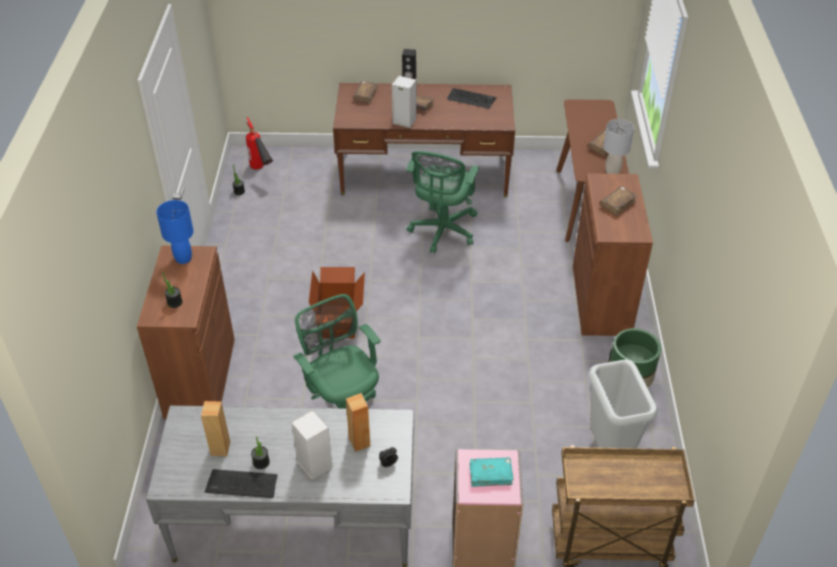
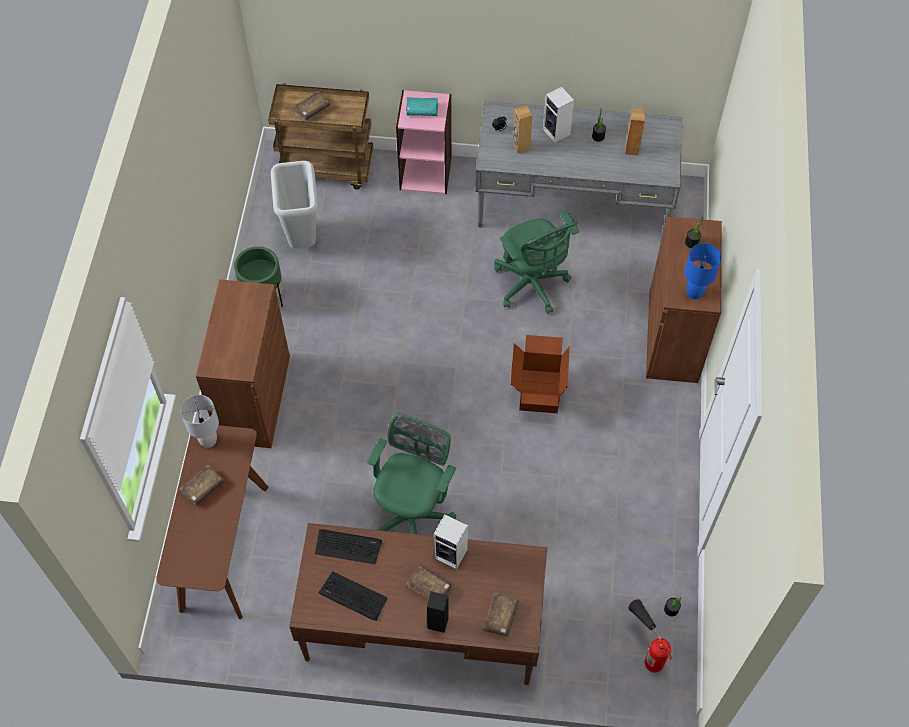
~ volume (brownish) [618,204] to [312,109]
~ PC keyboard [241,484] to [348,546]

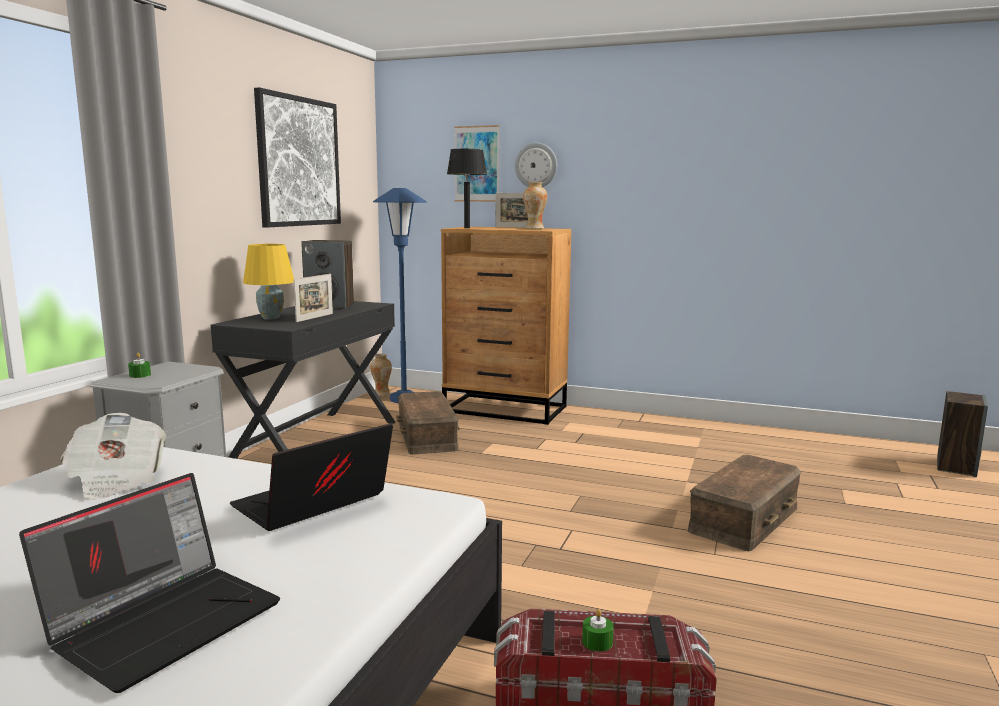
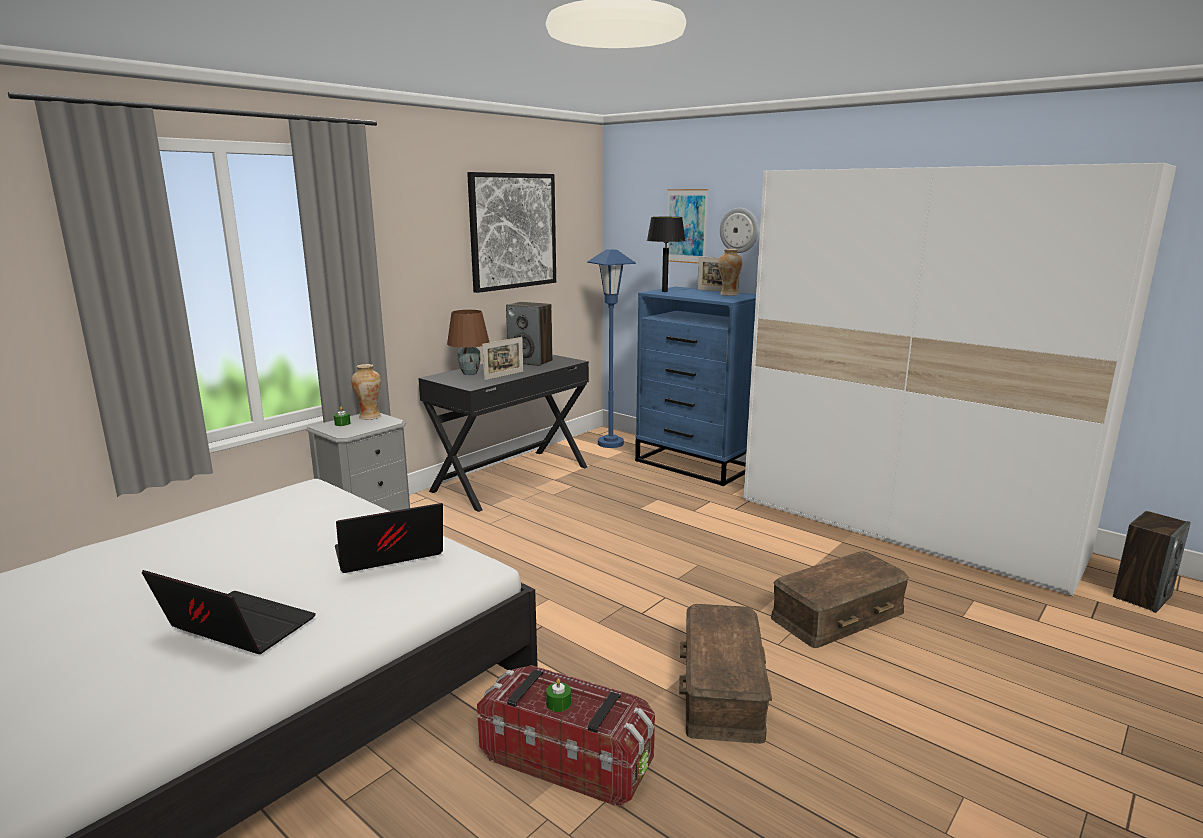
~ drawer chest (brownish) [506,409] to drawer chest (blue) [695,465]
~ lamp for a table (yellowish) [271,318] to lamp for a table (brownish) [469,373]
~ vase [381,394] to [369,417]
~ storage box (brownish) [428,436] to [723,689]
- printed paper [116,480]
~ notebook computer [165,620] = [235,629] 120 degrees counterclockwise
+ clothes cupboard (white-coloured) [904,526]

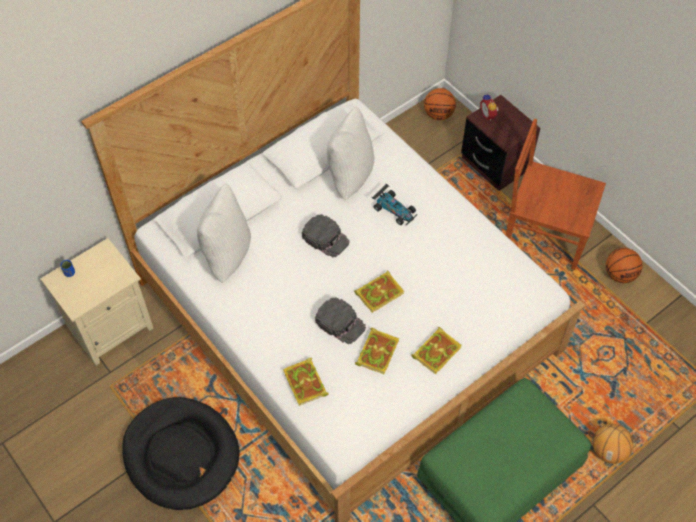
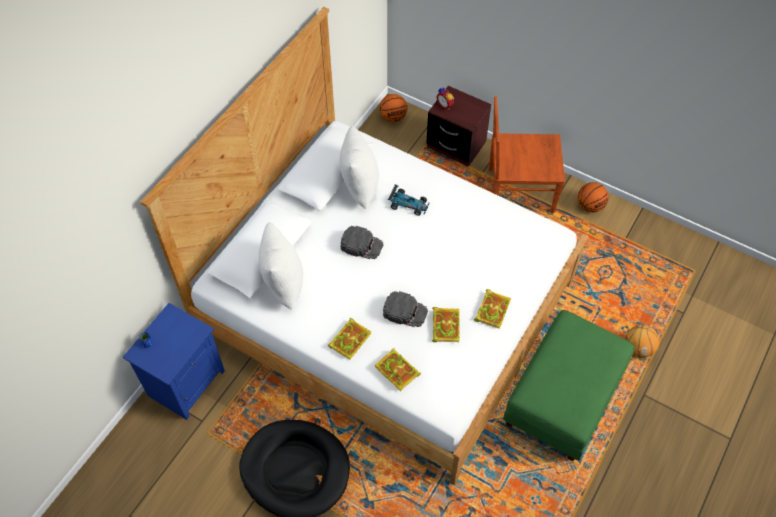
~ night table (beige) [111,327] to night table (blue) [186,381]
~ volume [380,292] to [350,339]

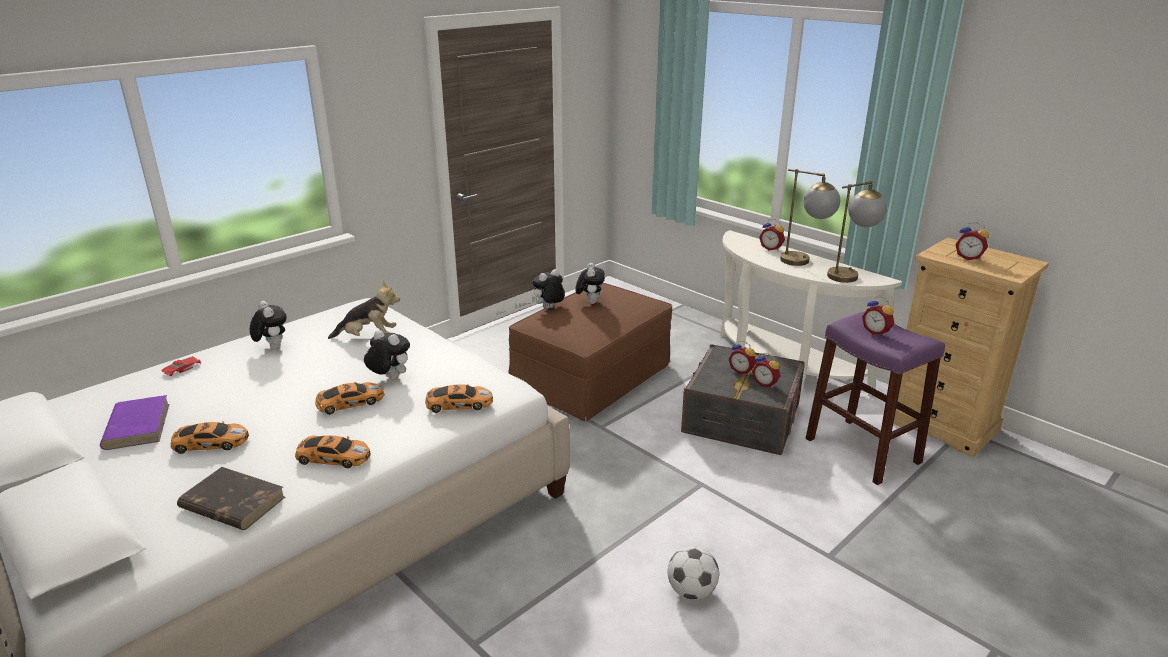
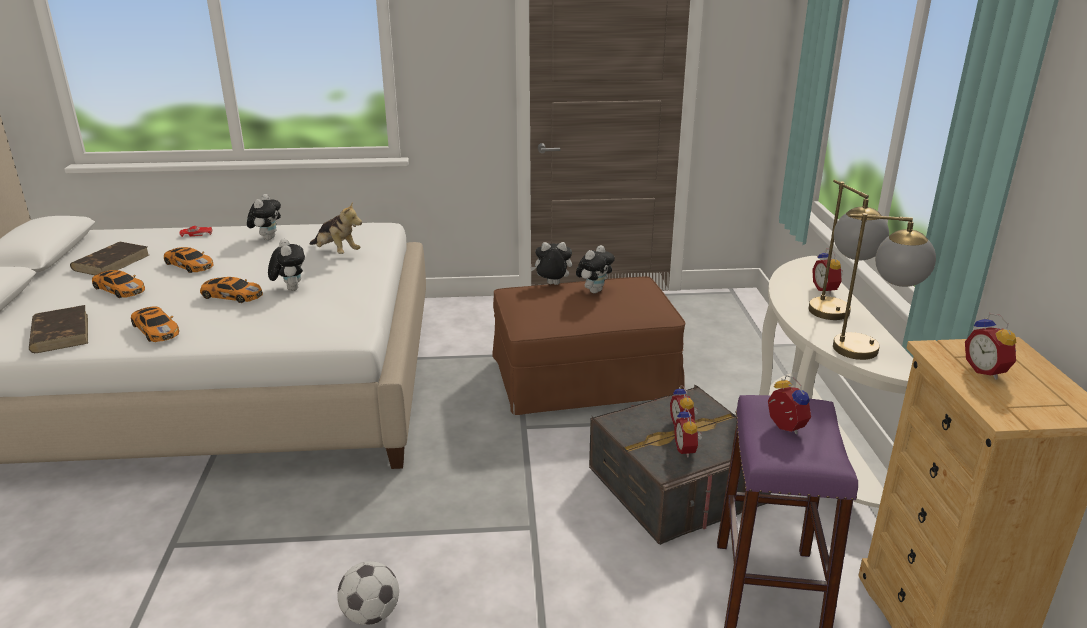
~ table clock [876,332] = [783,427] 150 degrees clockwise
~ model car [457,404] to [189,264]
~ volume (purplish) [137,426] to volume (brownish) [112,262]

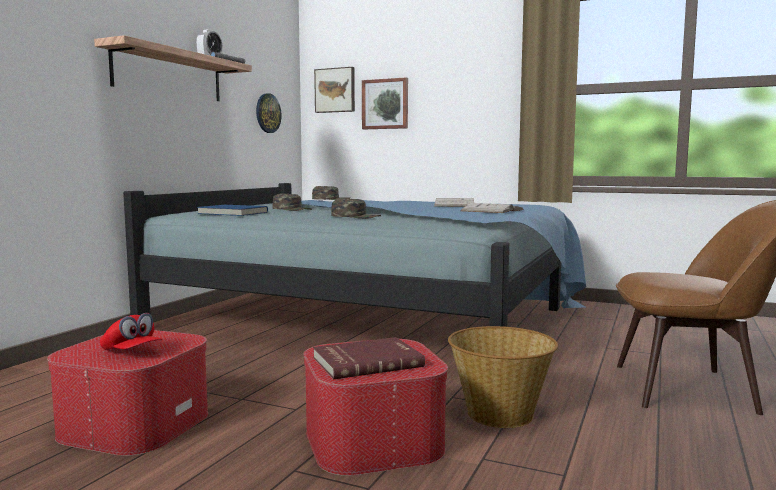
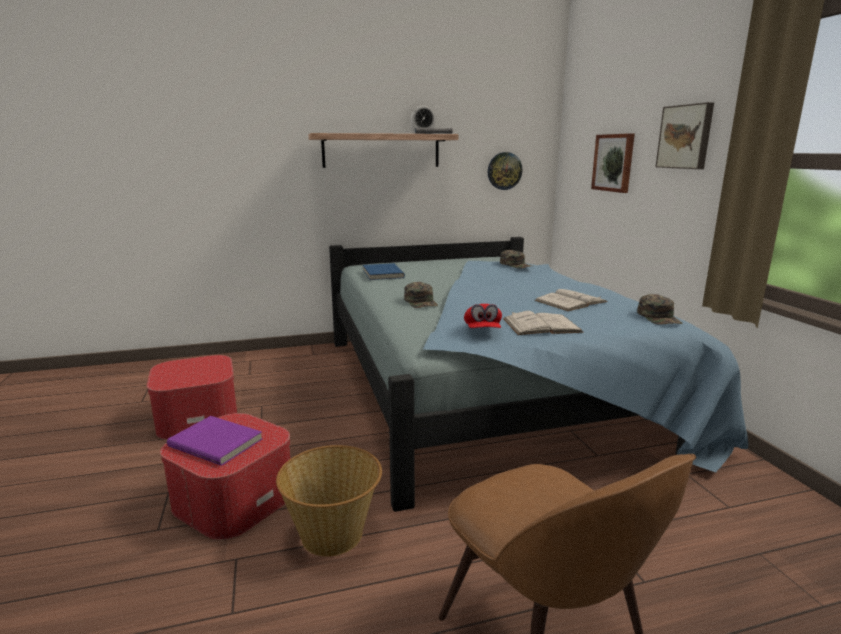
~ wall picture [335,90] to [686,137]
~ cap (green-coloured) [292,209] to [659,317]
~ cap (reddish) [132,352] to [482,331]
~ volume (reddish) [366,361] to volume (purplish) [217,442]

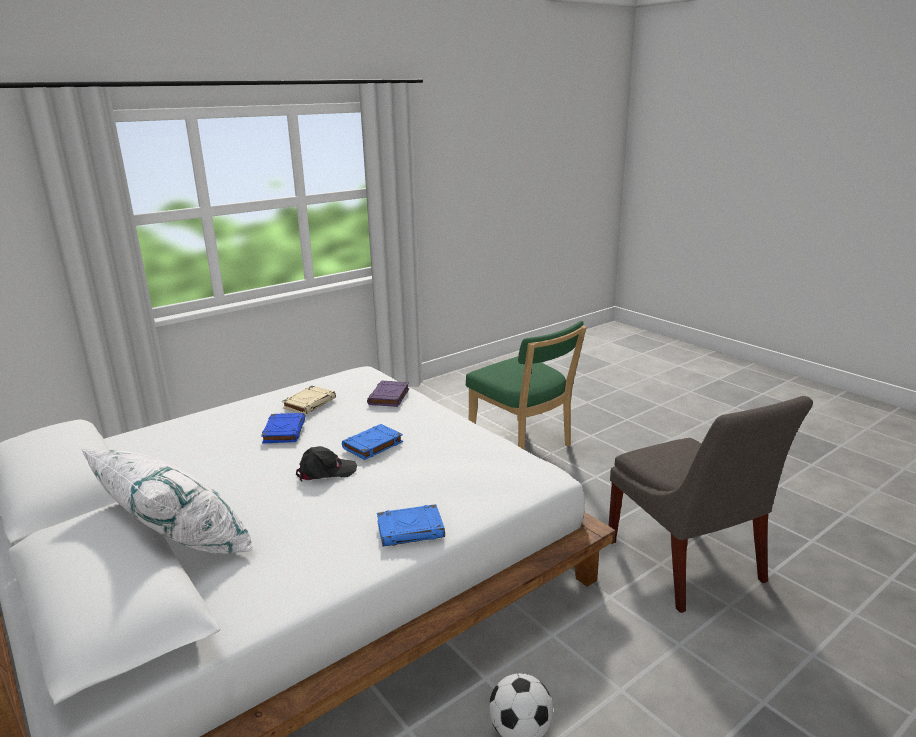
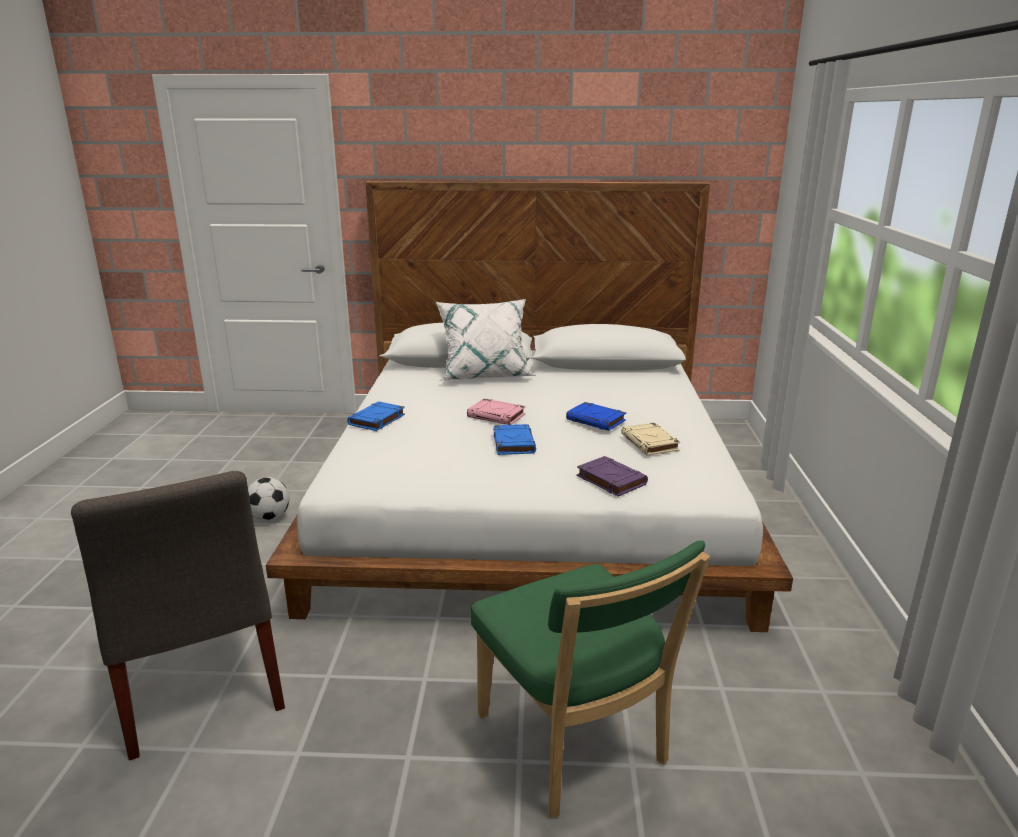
~ chair (green-coloured) [523,445] = [575,745] 120 degrees counterclockwise
~ chair (gray) [687,565] = [199,688] 135 degrees counterclockwise
~ cap (blackish) [325,471] to volume (pink) [497,416]

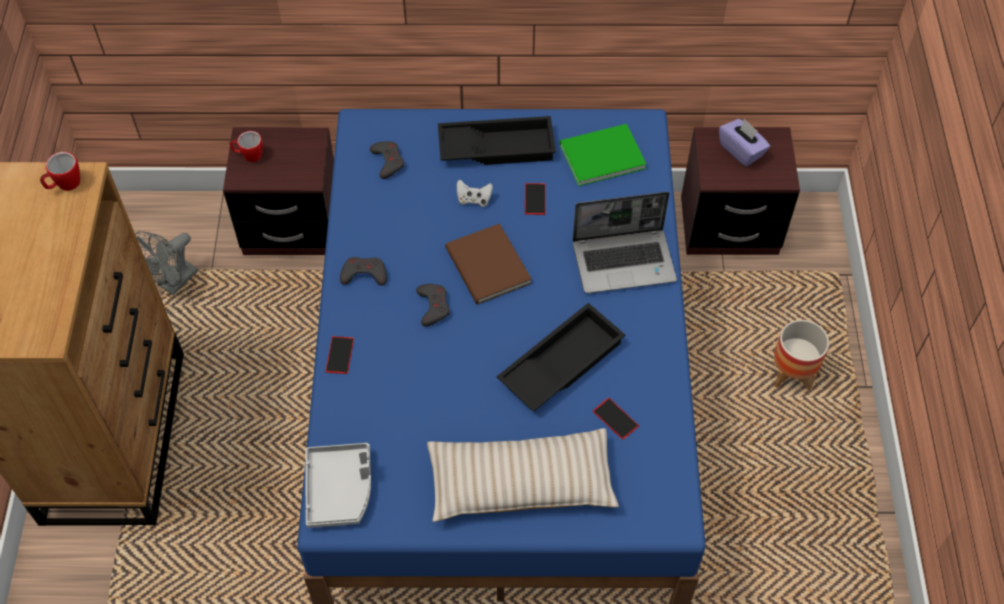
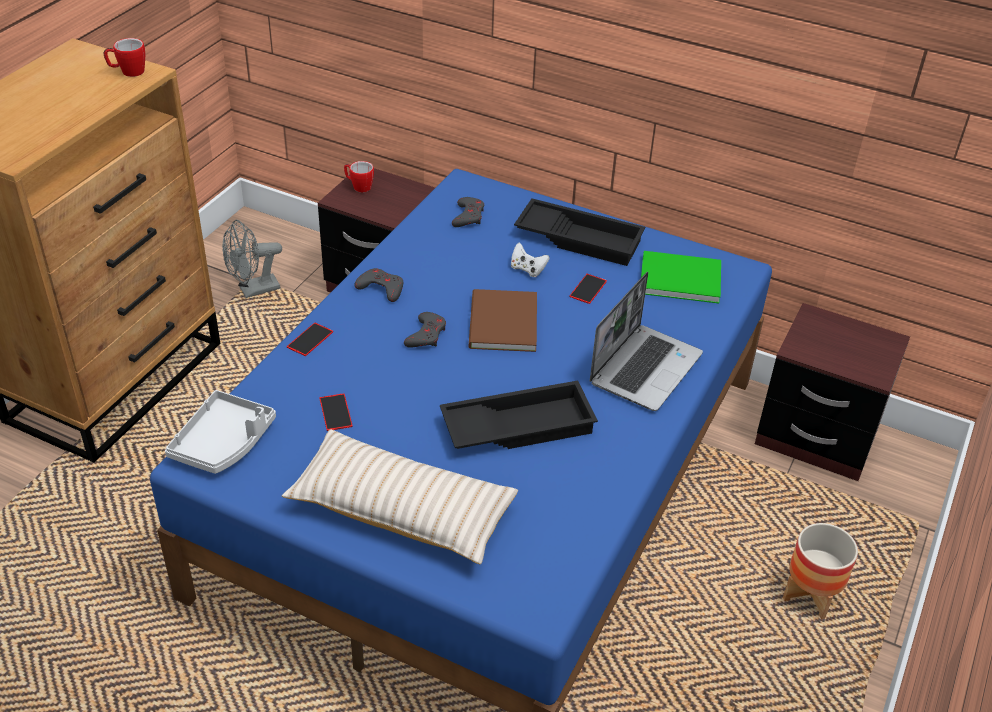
- tissue box (purplish) [741,150]
~ notebook computer [624,261] = [645,368] 75 degrees counterclockwise
~ telephone [615,418] to [335,412]

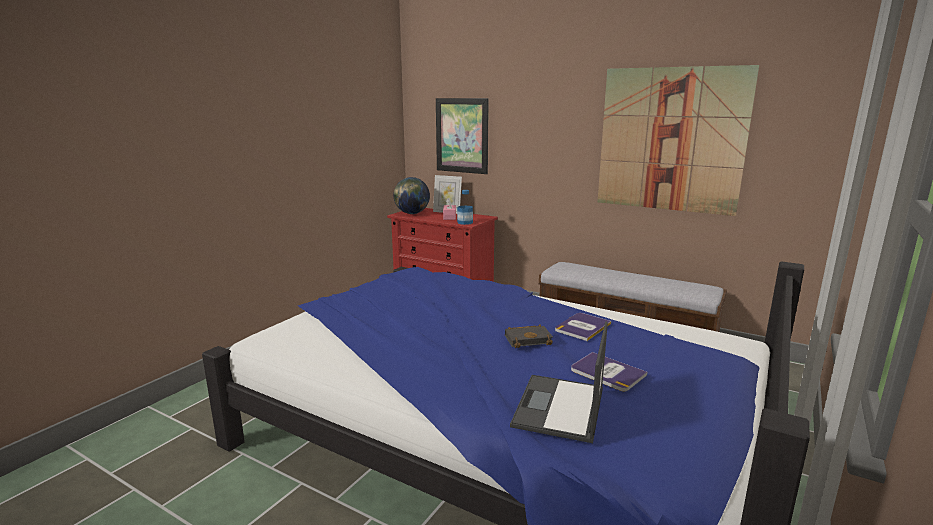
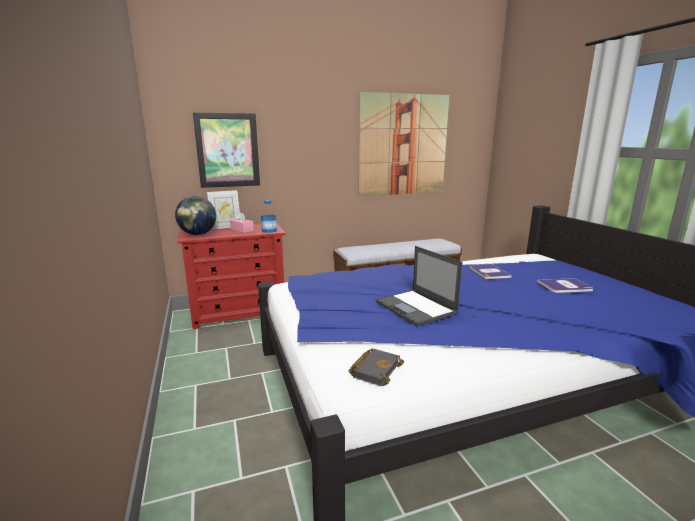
~ notebook computer [559,408] to [416,308]
~ volume (blackish) [528,339] to [375,369]

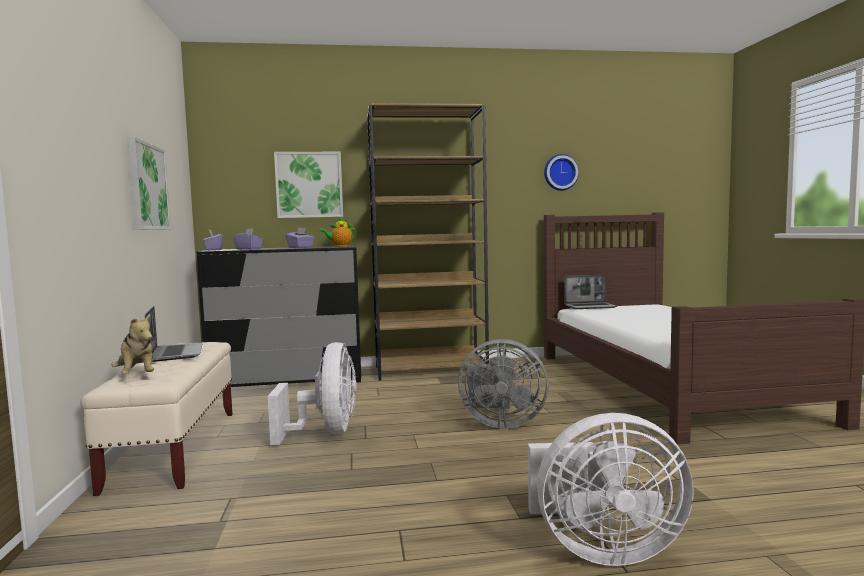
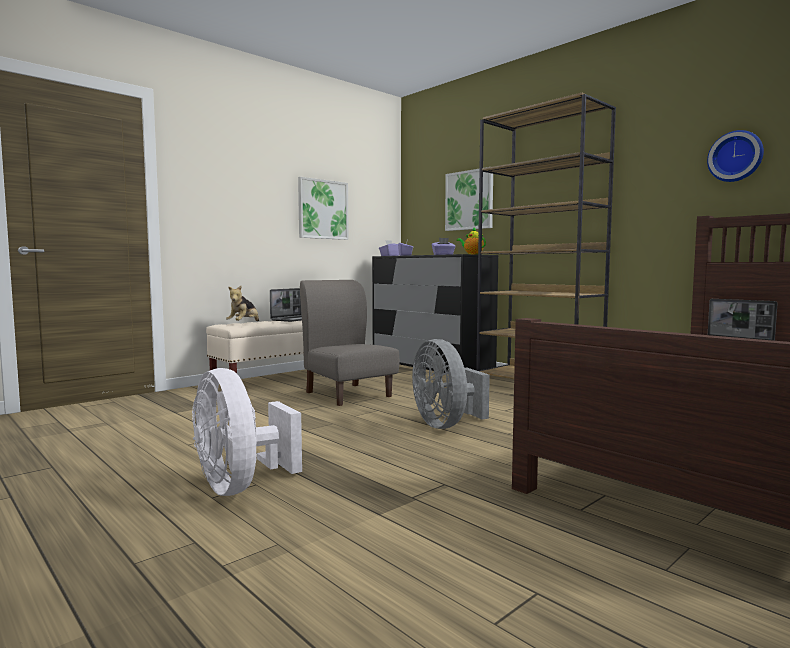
~ cooling fan (white-coloured) [326,432] to chair (gray) [348,394]

